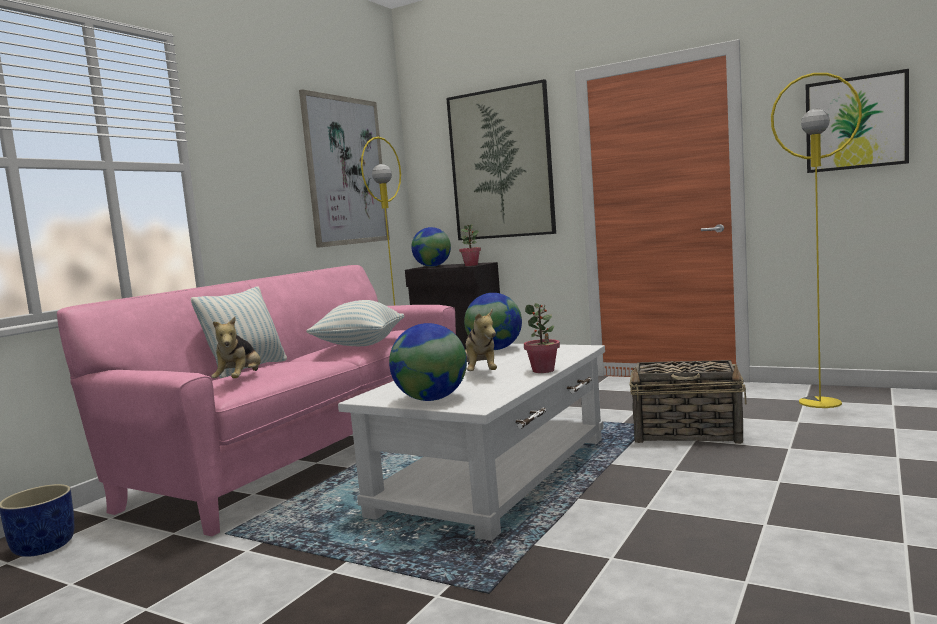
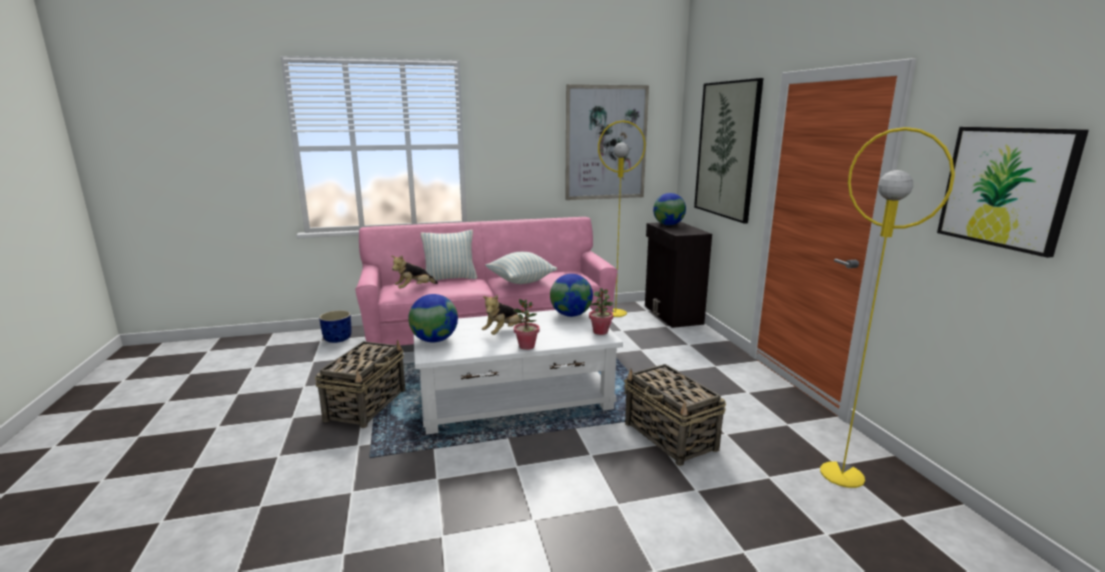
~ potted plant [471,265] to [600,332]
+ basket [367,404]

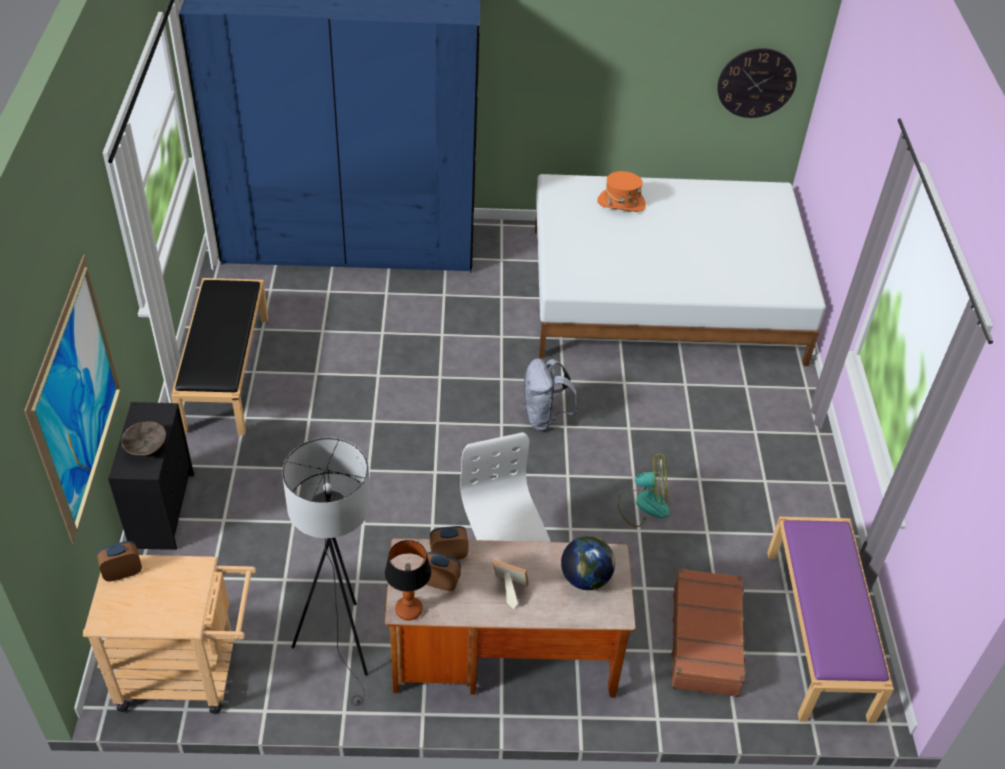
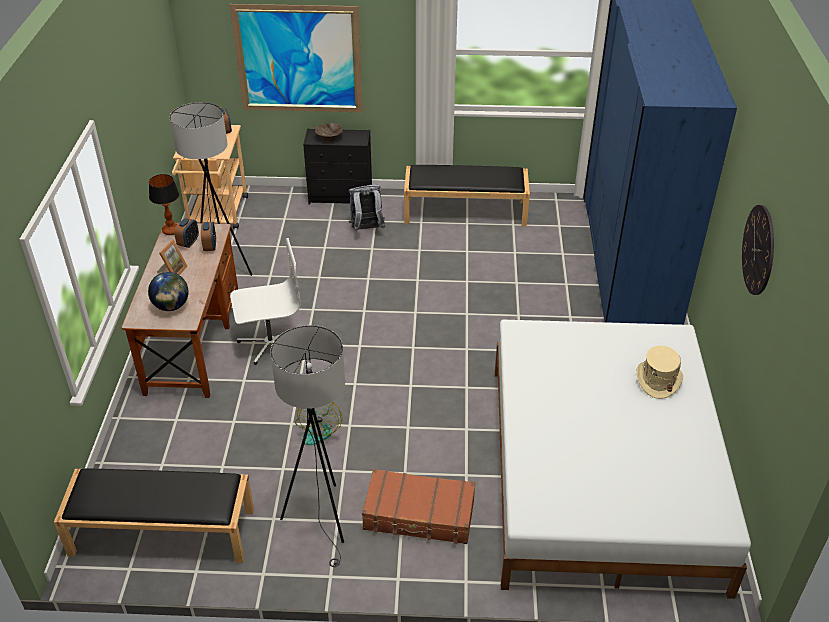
~ wall clock [756,83] to [758,250]
~ hat (orange) [621,203] to hat (beige) [657,380]
~ rucksack (gray) [545,417] to [366,229]
~ indoor bench (purplish) [819,634] to indoor bench (blackish) [161,532]
~ travel case (brownish) [706,639] to [419,515]
+ standing lamp (gray) [323,519]

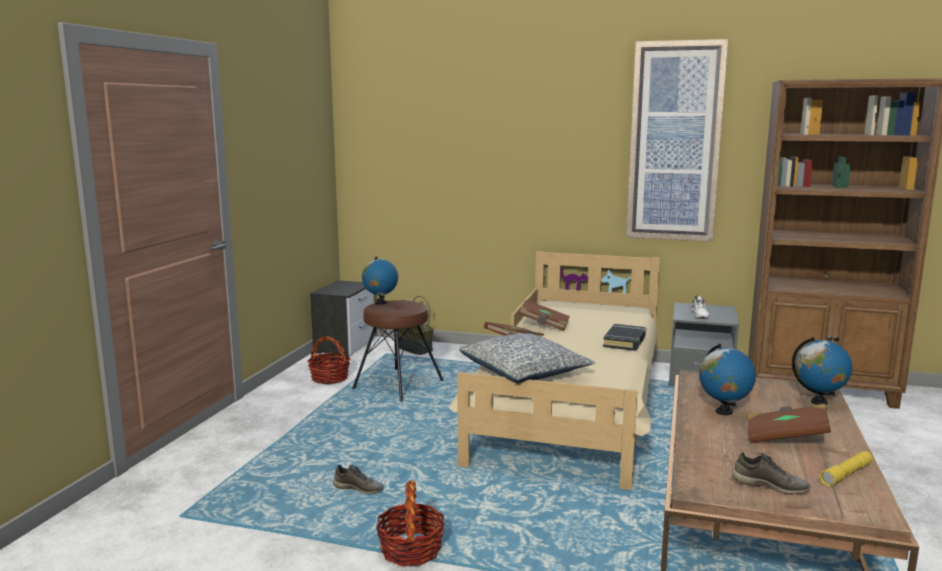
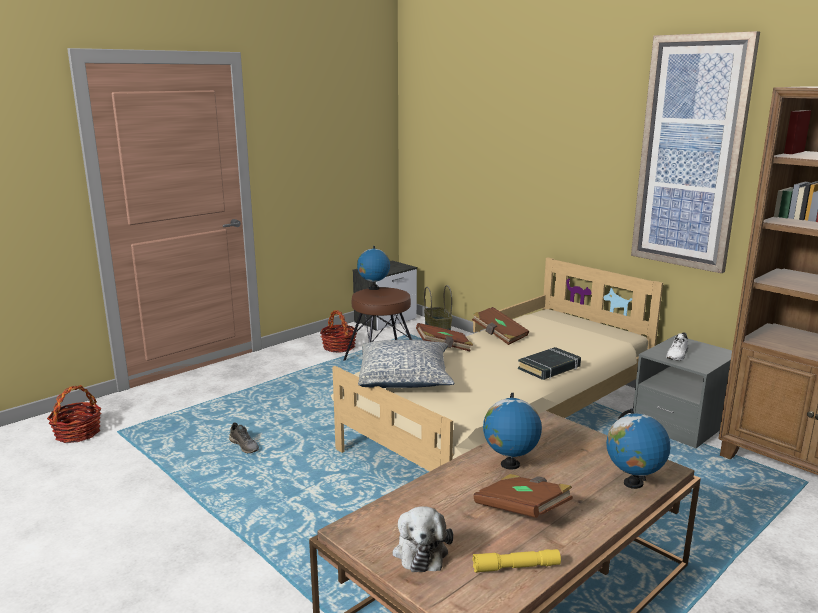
~ item of footwear (gray) [770,485] to soft toy [420,550]
~ basket [411,550] to [77,433]

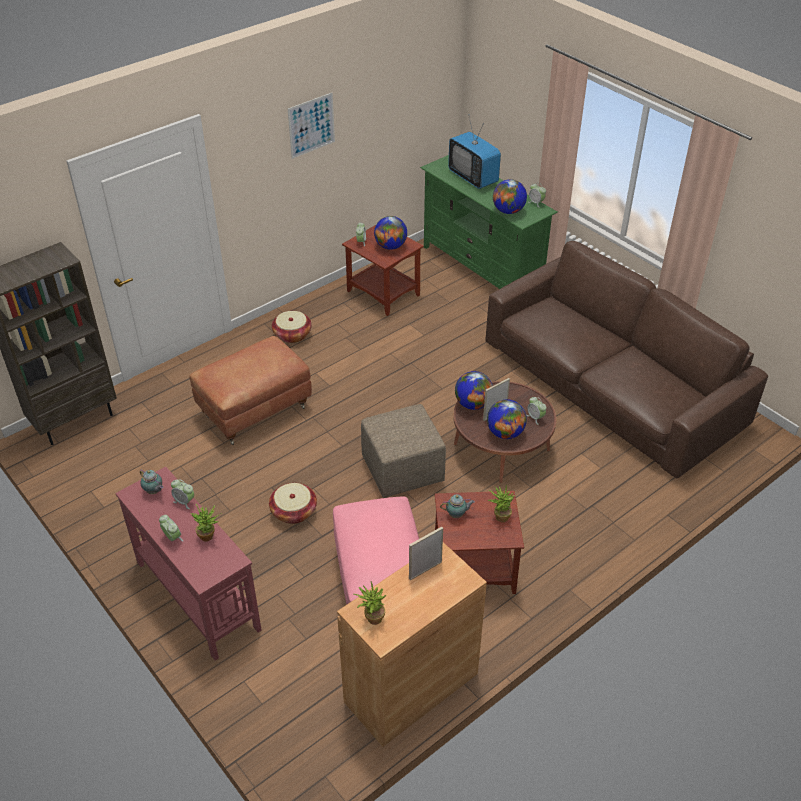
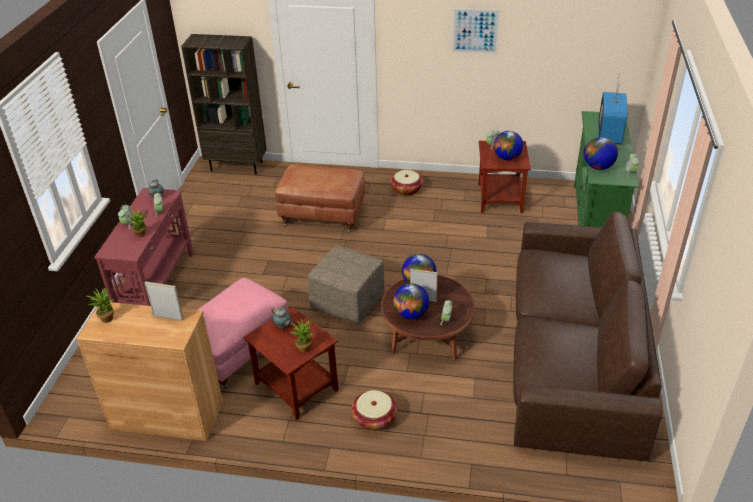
~ basket [294,511] to [374,418]

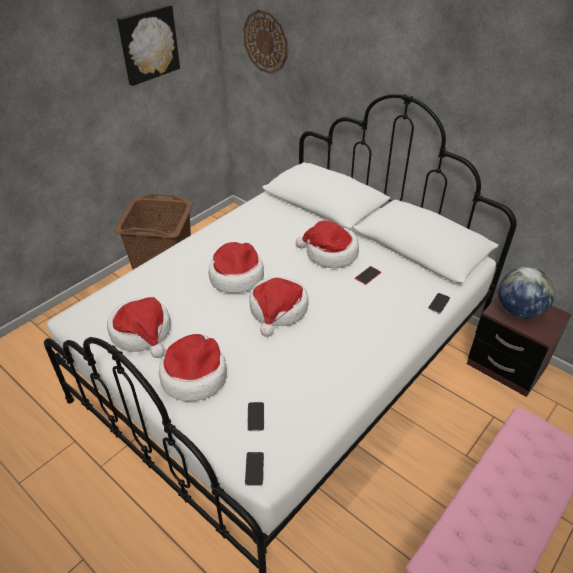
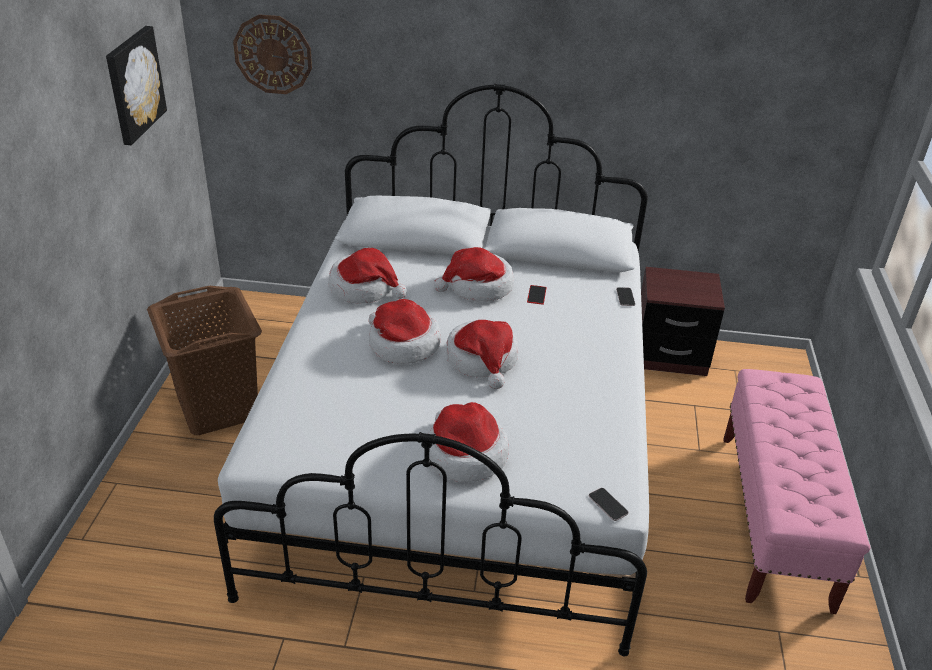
- desk globe [518,311]
~ hat [142,333] to [364,288]
- telephone [256,416]

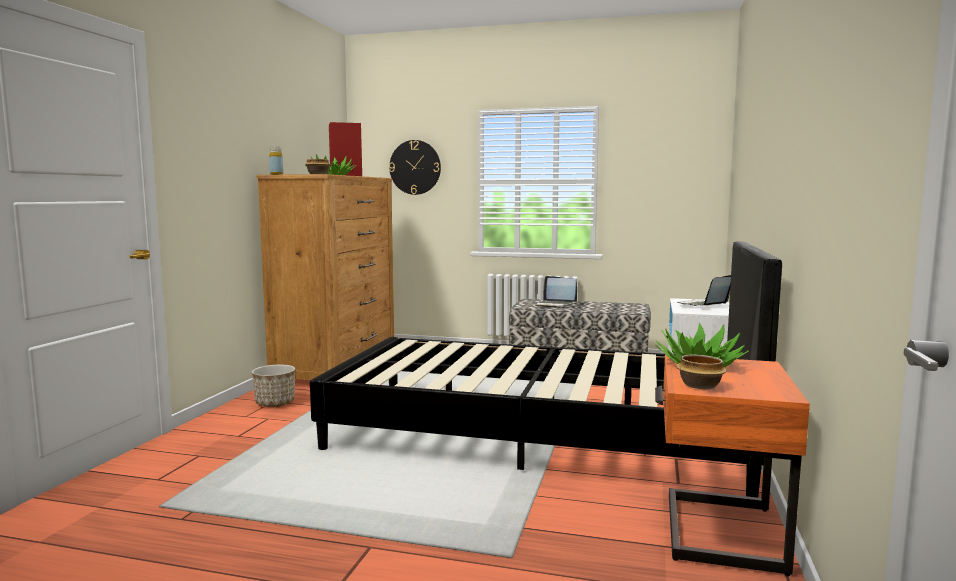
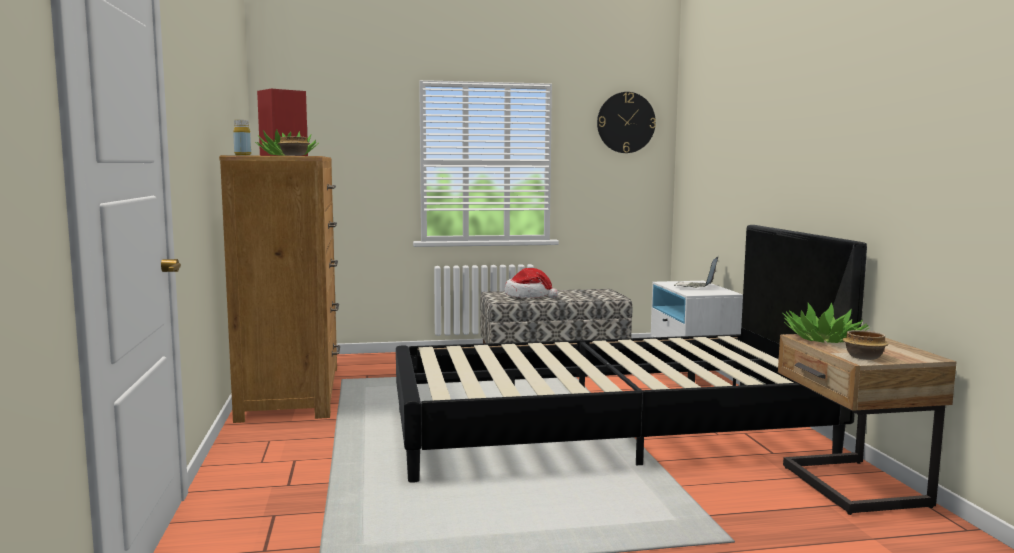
~ wall clock [415,167] to [626,122]
~ notebook computer [555,305] to hat [528,296]
~ night table (orange) [717,533] to night table (beige) [851,487]
- flower pot [275,403]

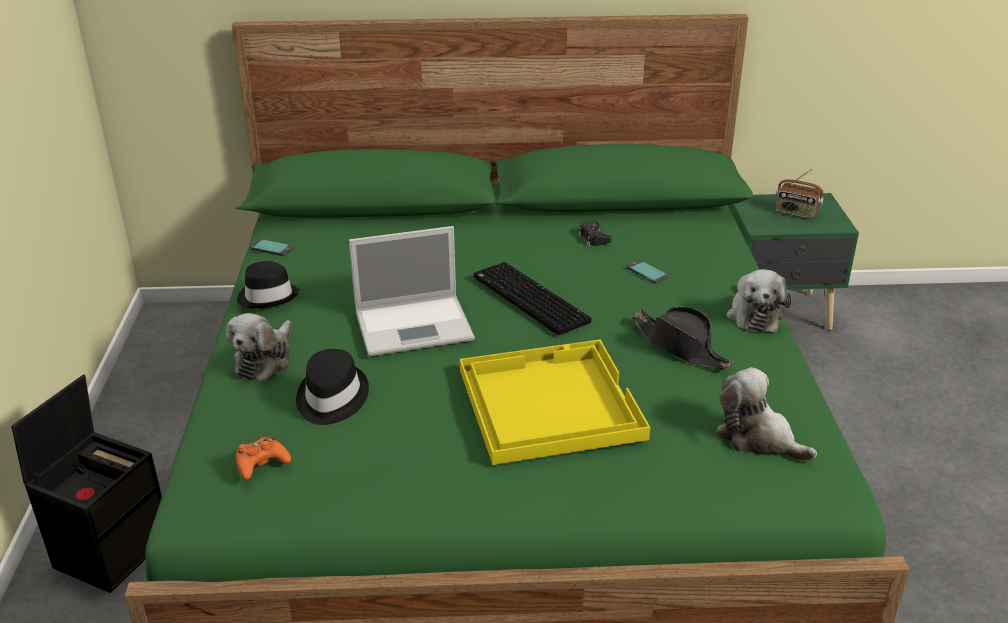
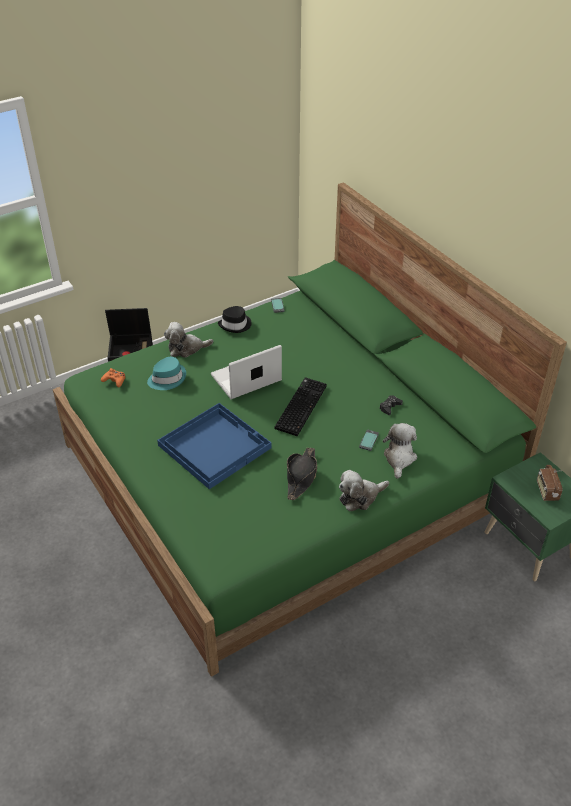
~ notebook computer [416,325] = [245,379] 105 degrees clockwise
~ carrying tray (yellowish) [548,403] to carrying tray (blue) [214,446]
~ hat (blackish) [331,398] to hat (turquoise) [167,378]
~ soft toy [758,438] to [399,458]

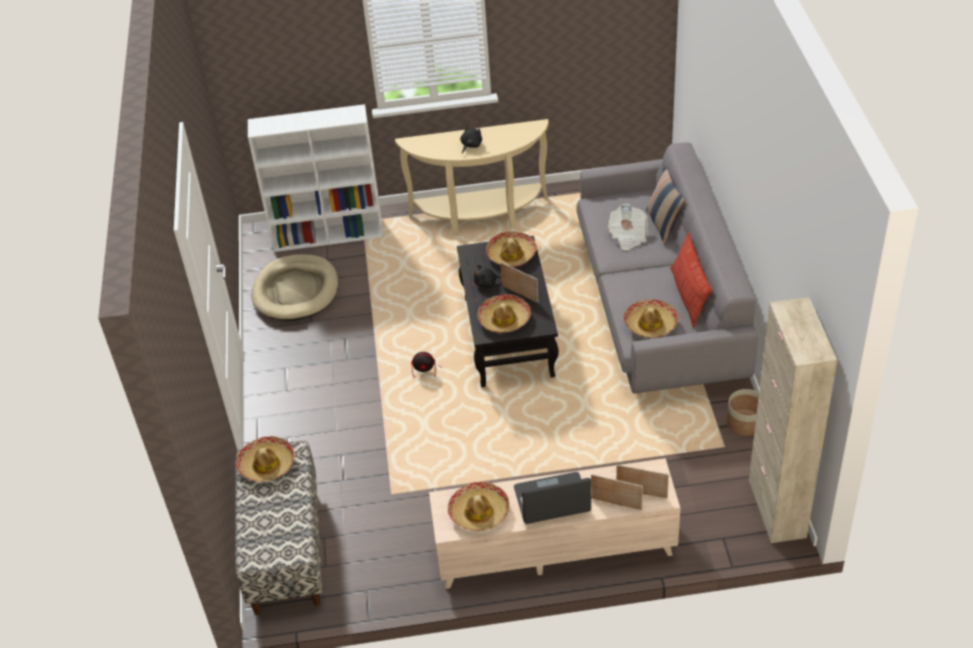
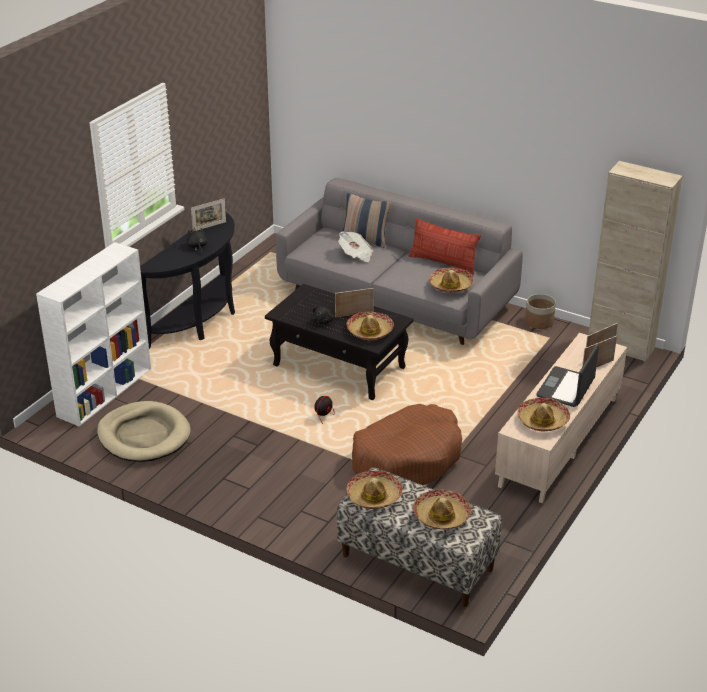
~ console table (beige) [480,218] to console table (blackish) [200,321]
~ hat [511,254] to [441,515]
+ photo frame [209,226]
+ dog cushion (brownish) [407,458]

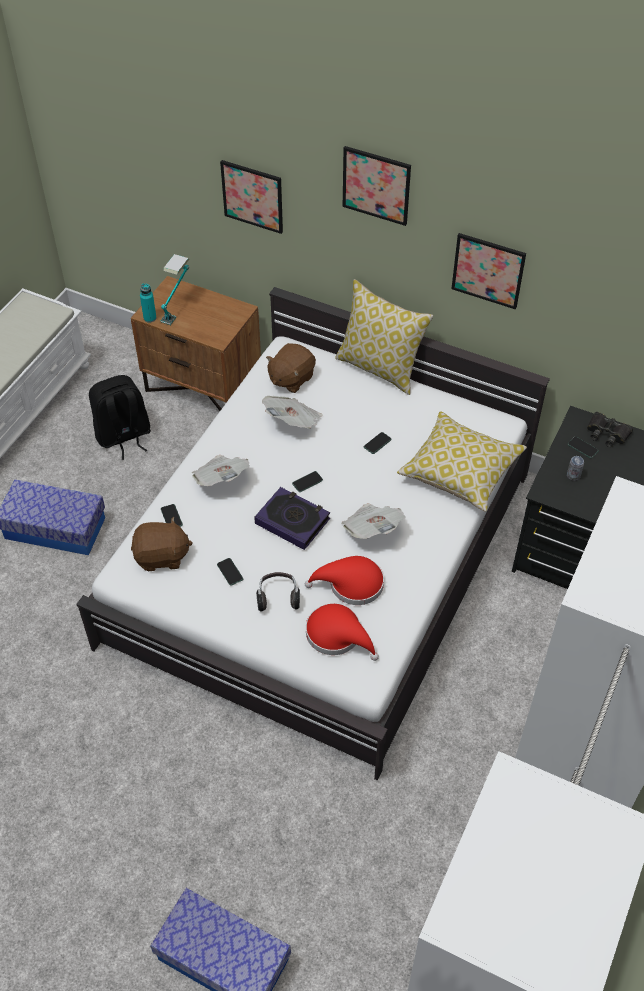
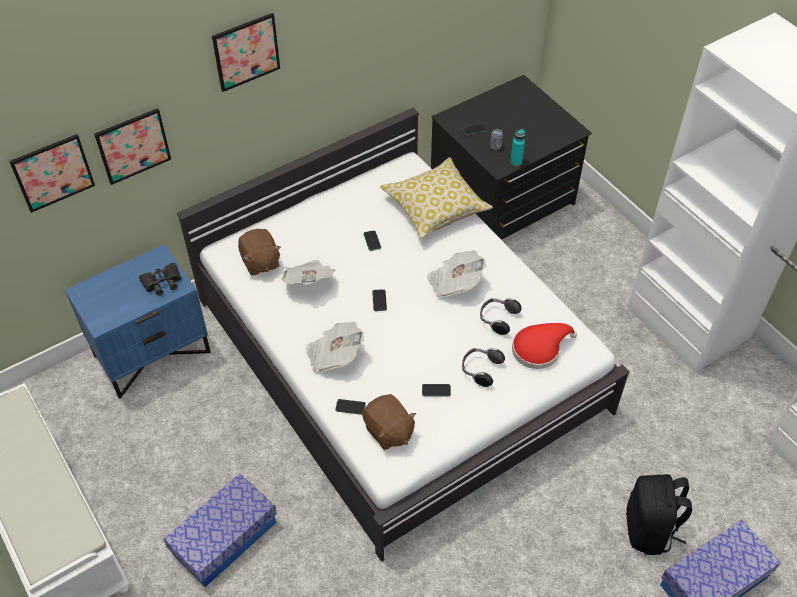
~ wall picture [488,270] to [53,172]
- lamp for a table [177,308]
~ night table (brownish) [203,386] to night table (blue) [152,353]
- pillow [380,368]
~ beverage bottle (turquoise) [150,318] to [516,162]
~ rucksack (blackish) [123,436] to [649,530]
~ binoculars (blackish) [607,433] to [162,282]
- volume [292,521]
~ soft toy (brownish) [162,556] = [388,431] 120 degrees clockwise
~ hat (reddish) [351,584] to pair of headphones [497,319]

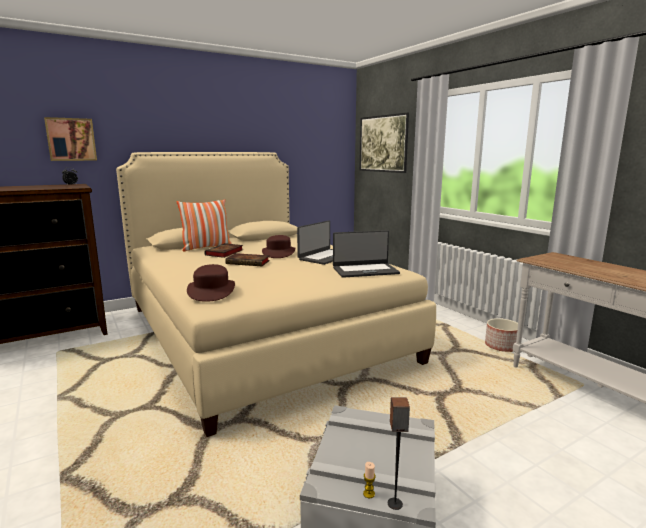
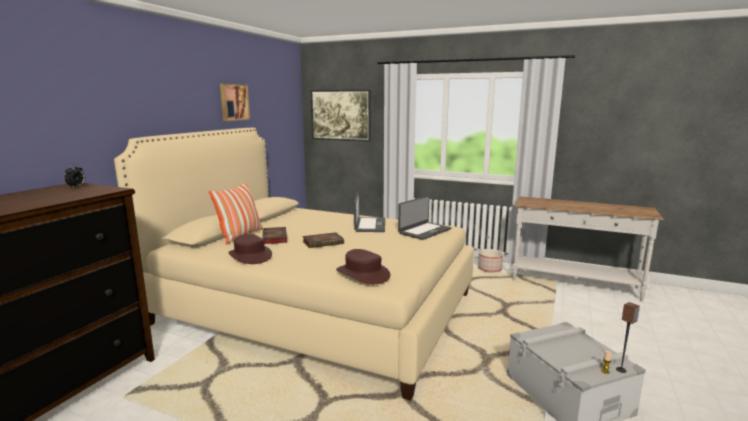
~ wall picture [71,139] to [233,102]
~ hat (brownish) [278,253] to [250,256]

